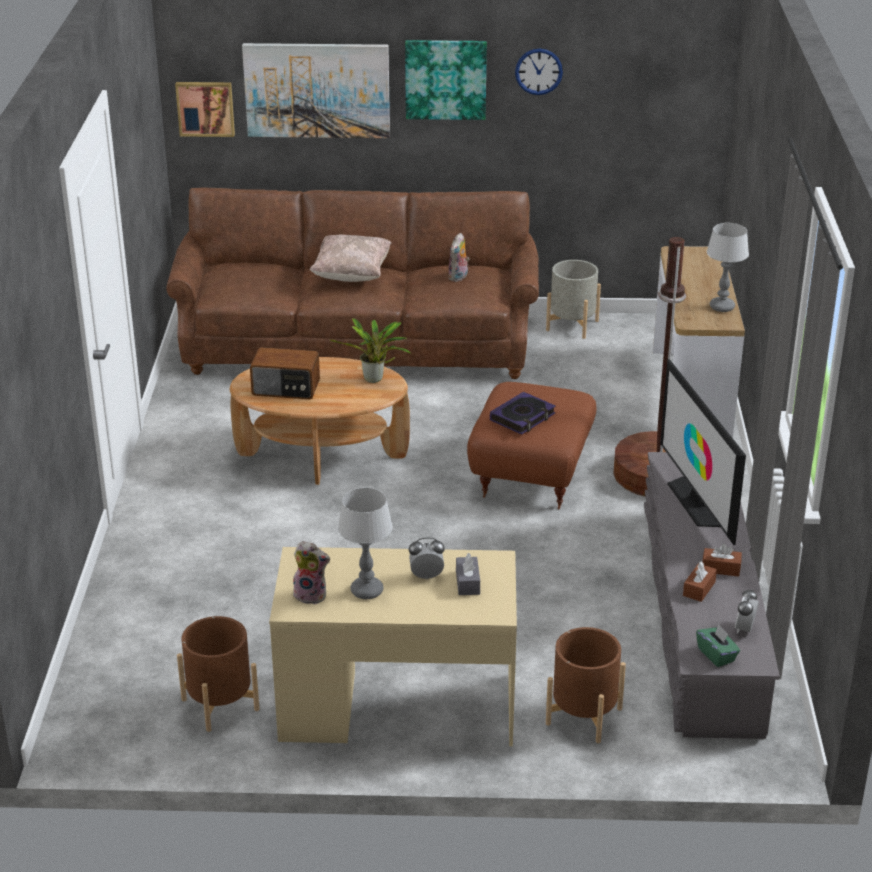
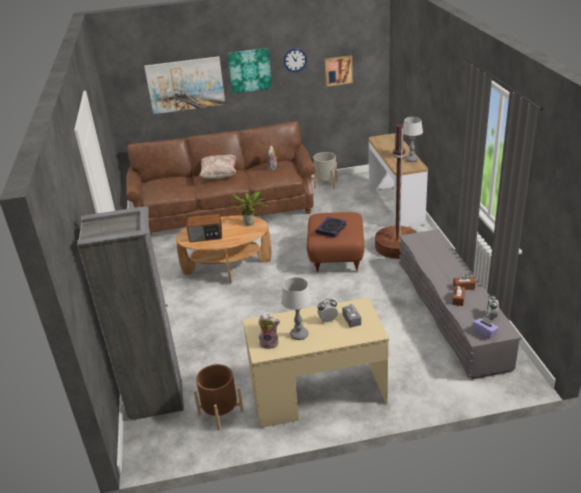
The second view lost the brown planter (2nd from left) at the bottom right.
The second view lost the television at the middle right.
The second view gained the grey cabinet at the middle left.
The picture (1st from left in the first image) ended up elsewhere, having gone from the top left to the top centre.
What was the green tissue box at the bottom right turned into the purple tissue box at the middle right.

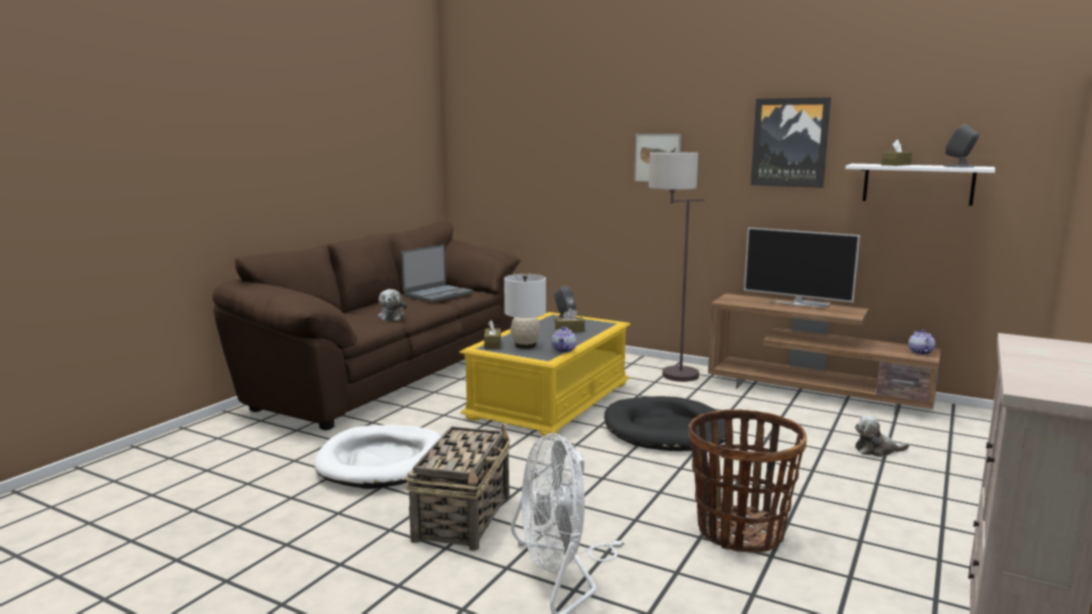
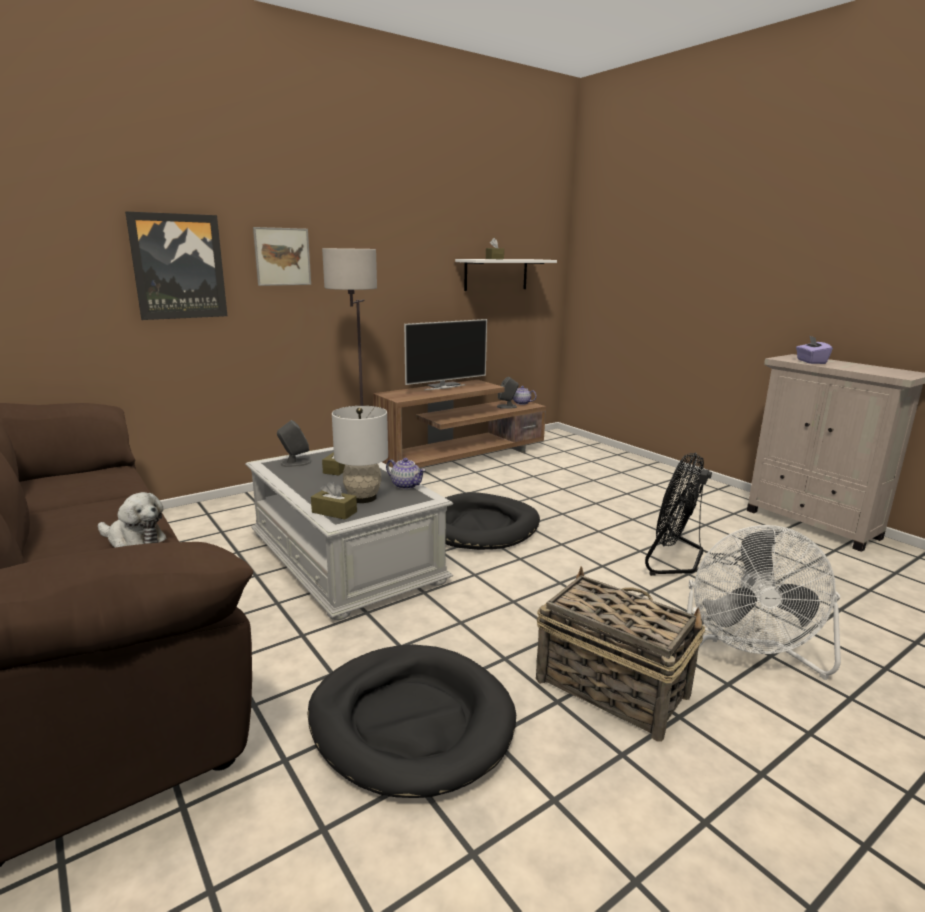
The second view lost the laptop at the centre.
The second view lost the plush toy (2nd from left) at the bottom right.
The second view gained the purple tissue box at the middle right.
The picture (2nd from left in the first image) ended up elsewhere, having gone from the top right to the top left.
The grey speaker (2nd from left) ended up elsewhere, having gone from the top right to the centre.
Where the basket (2nd from left) stood at the bottom right, the black fan came to stand at the middle right.
What was the white dog bed at the bottom centre turned into the black dog bed (1st from left) at the bottom centre.
What was the yellow coffee table at the centre turned into the white coffee table at the centre.

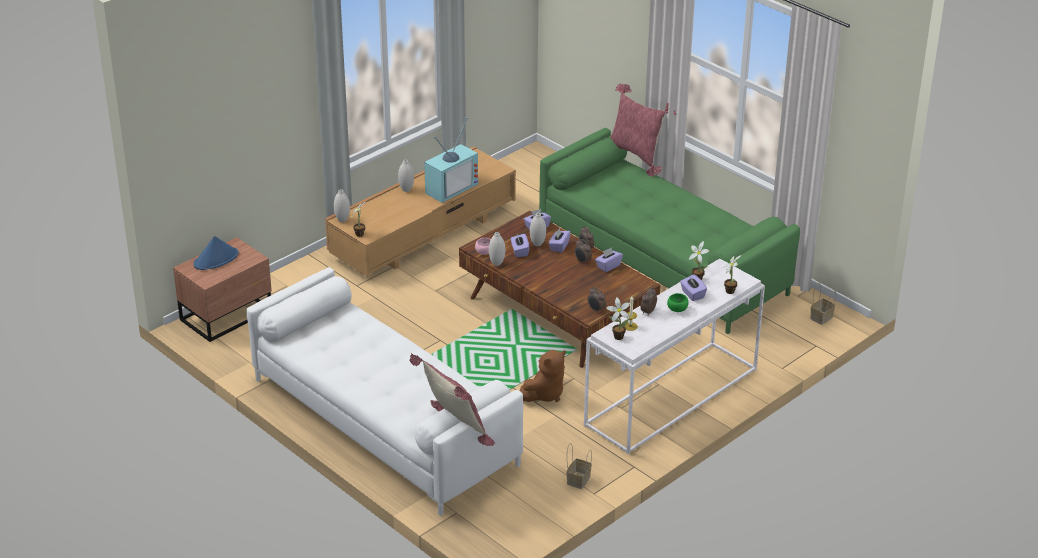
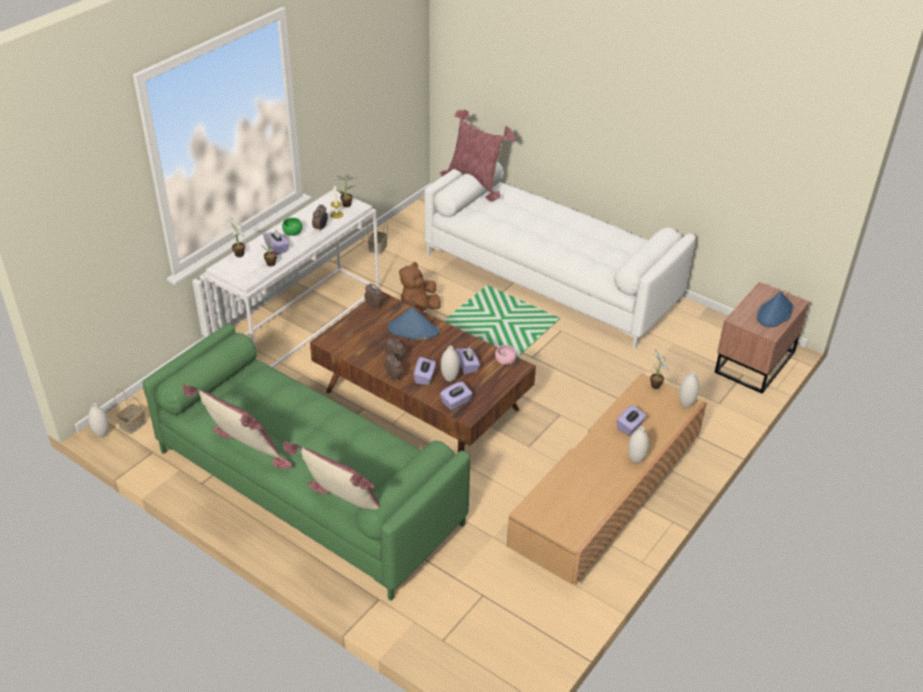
The second view lost the television at the top centre.
The second view gained the red pillow (1st from left) at the middle left.
The second view gained the blue hat (1st from left) at the centre.
The white vase (3rd from left in the first image) ended up elsewhere, having gone from the centre to the middle left.
The purple tissue box (4th from left in the first image) ended up elsewhere, having gone from the centre to the middle right.

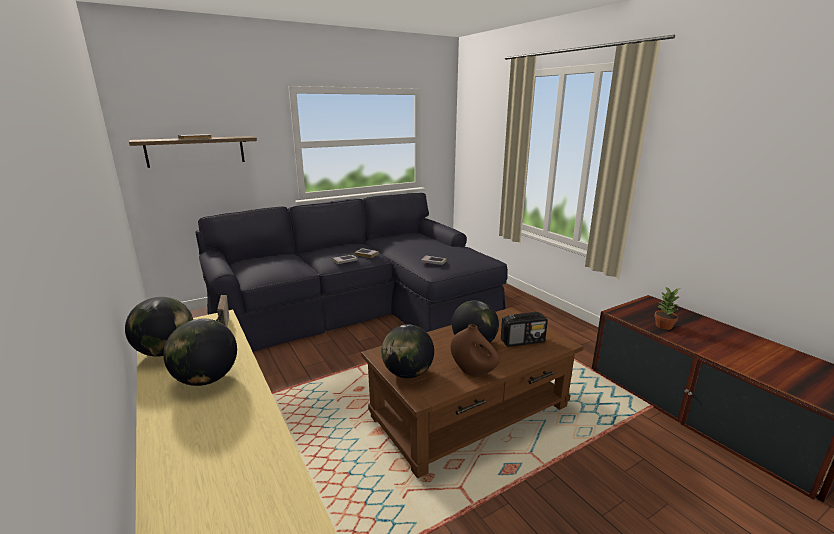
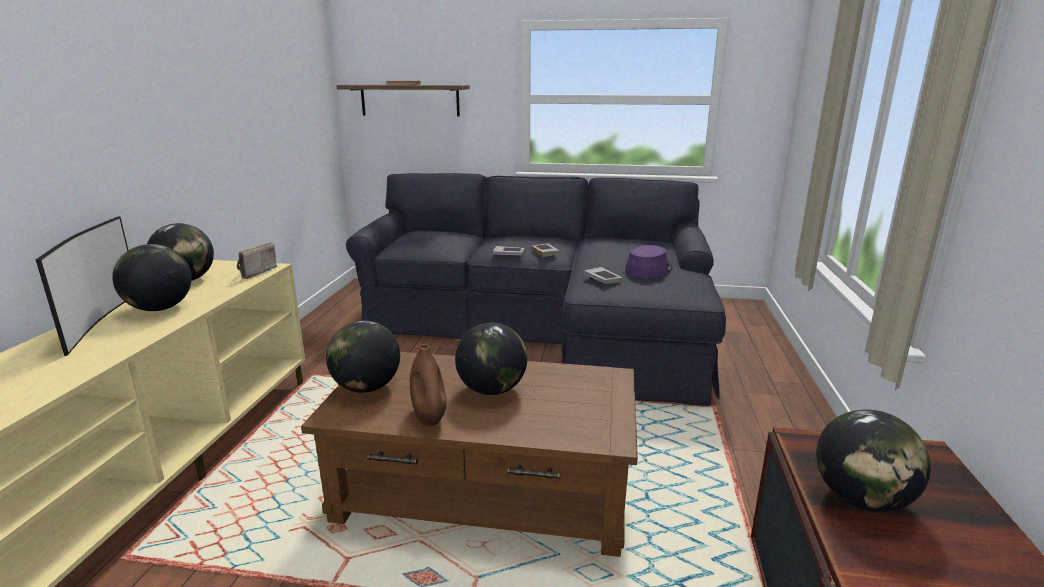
The second view lost the radio (2nd from left) at the centre.
The second view gained the television at the middle left.
The second view gained the purple hat at the centre.
Where the potted plant stood at the middle right, the globe (5th from left) came to stand at the bottom right.

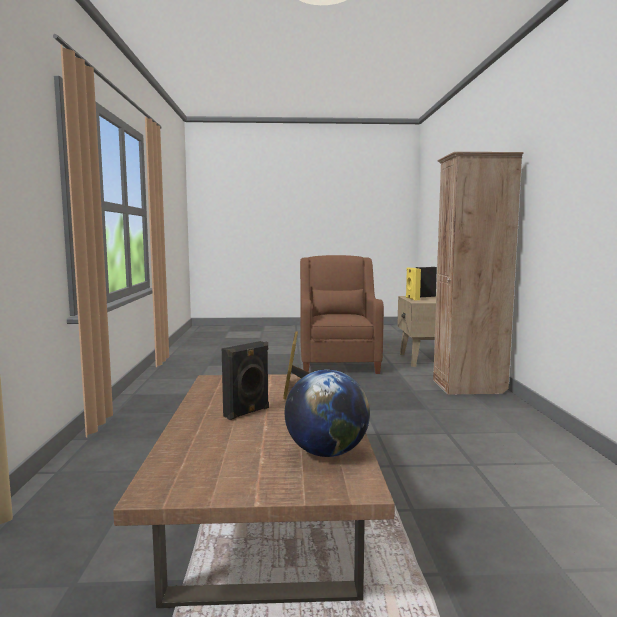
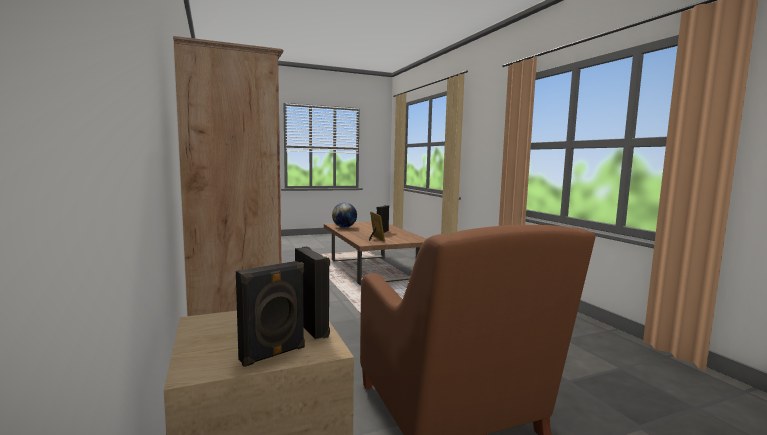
What was the yellow speaker at the middle right turned into the black speaker (2nd from left) at the bottom centre.

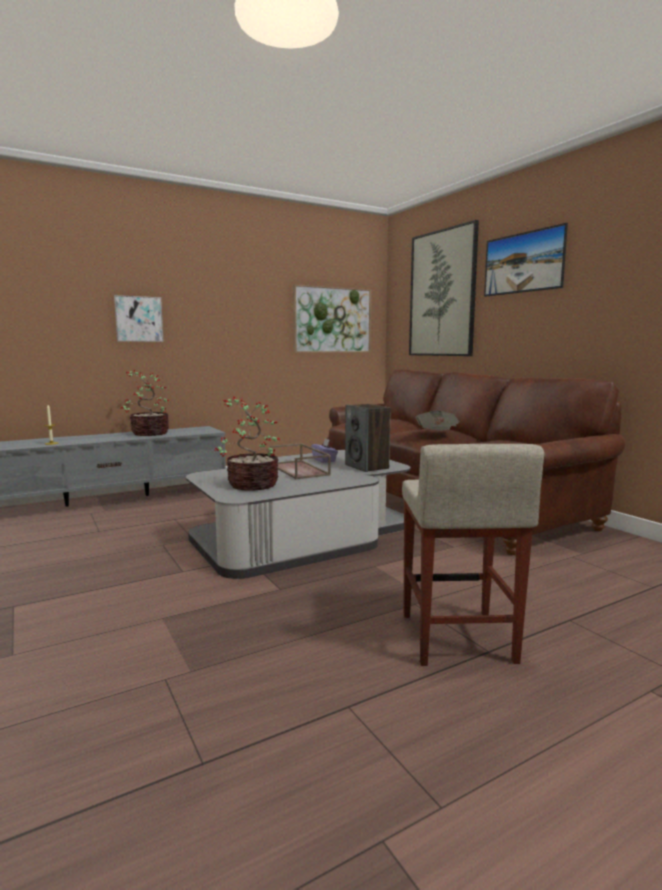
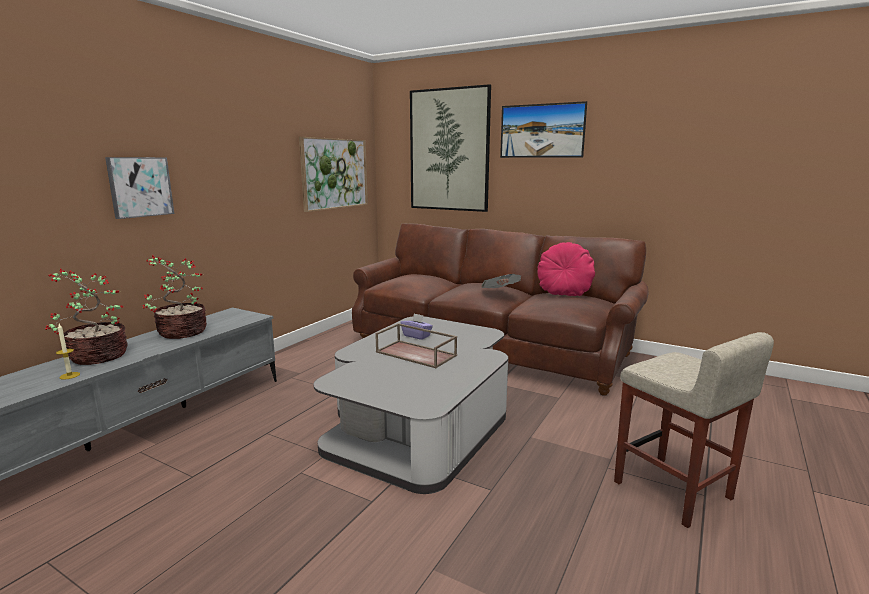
The second view lost the speaker at the centre.
The second view gained the pink pillow at the centre.
The potted plant (2nd from left in the first image) ended up elsewhere, having gone from the centre to the middle left.

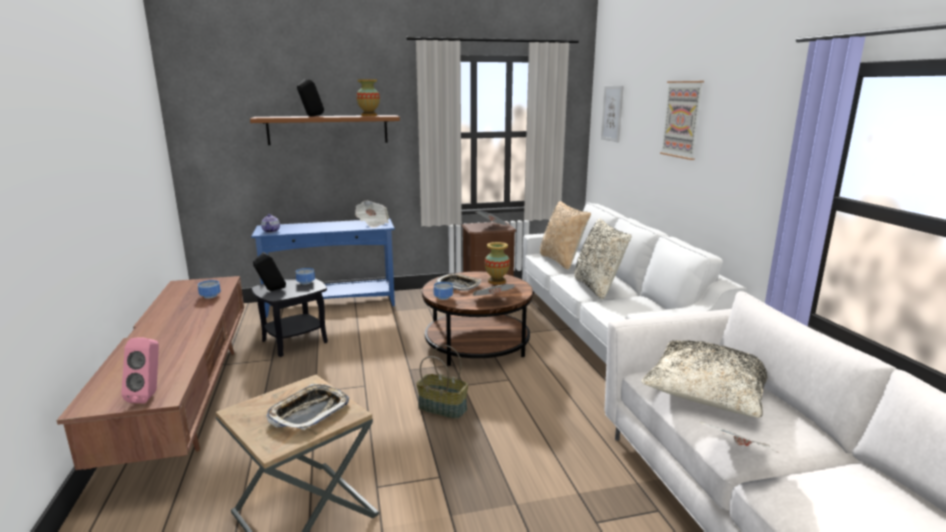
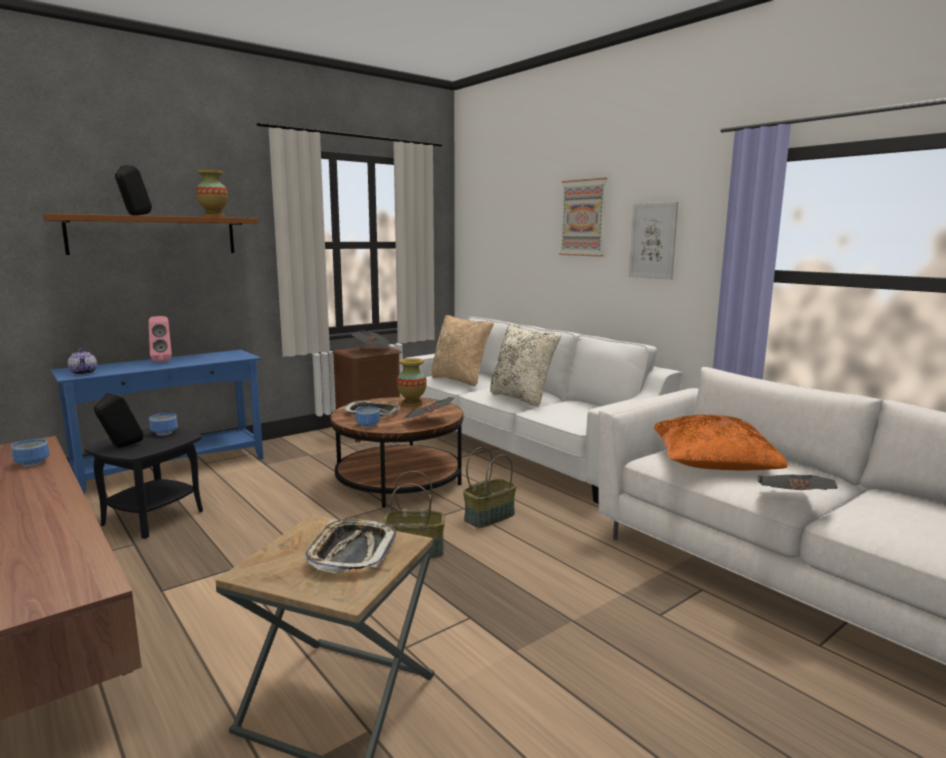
The second view lost the newspaper (1st from left) at the centre.
The second view gained the basket (2nd from left) at the centre.
The pink speaker ended up elsewhere, having gone from the bottom left to the middle left.
The picture (1st from left in the first image) ended up elsewhere, having gone from the top centre to the top right.
What was the beige pillow (3rd from left) at the bottom right turned into the orange pillow at the middle right.

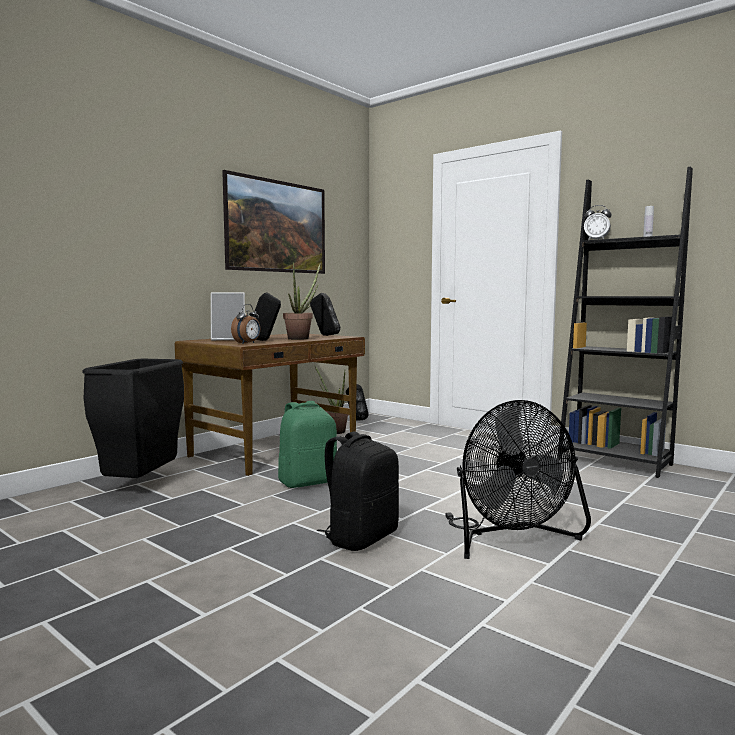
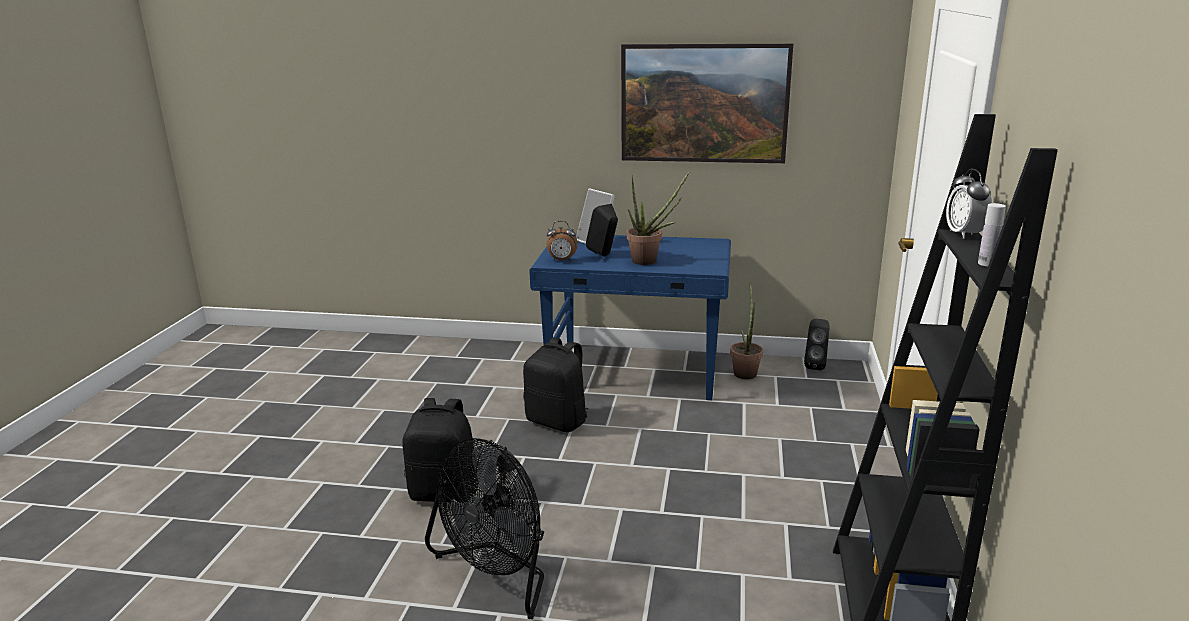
The second view lost the black trash can at the middle left.
The second view lost the black speaker (2nd from left) at the centre.
What was the brown desk at the centre turned into the blue desk at the centre.
What was the green backpack at the centre turned into the black backpack (2nd from left) at the centre.

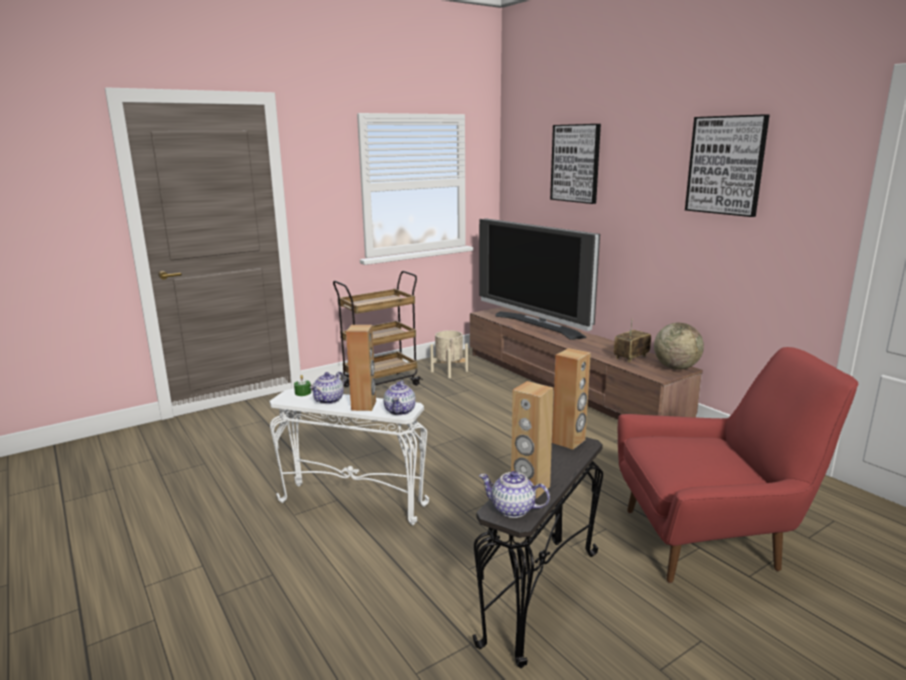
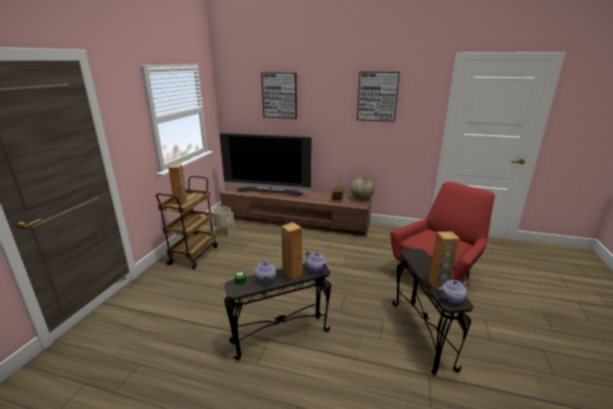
The brown speaker (3rd from left in the first image) ended up elsewhere, having gone from the centre to the middle left.
What was the white side table at the bottom centre turned into the black side table (1st from left) at the bottom centre.

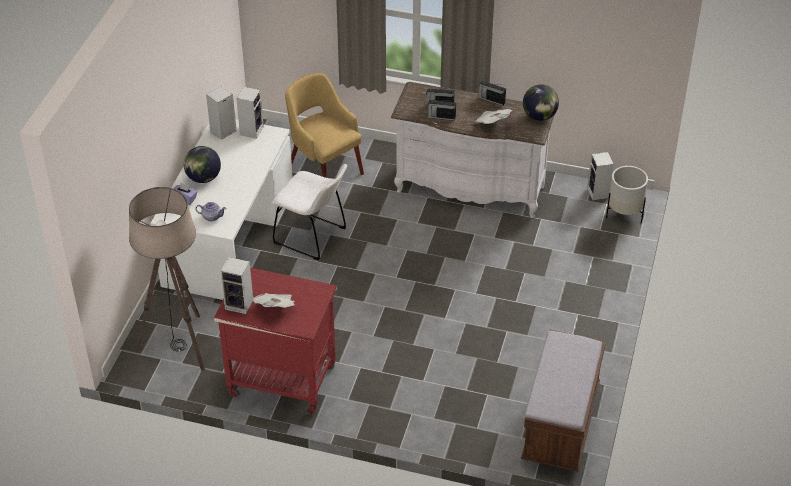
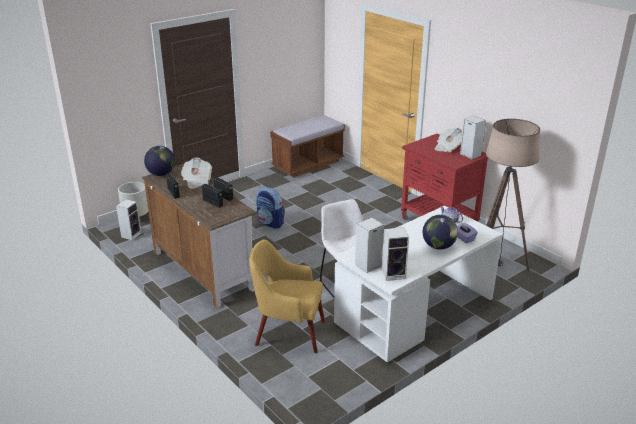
The second view gained the backpack at the centre.
The yellow armchair at the top centre ended up facing another way, 105 degrees clockwise from before.

